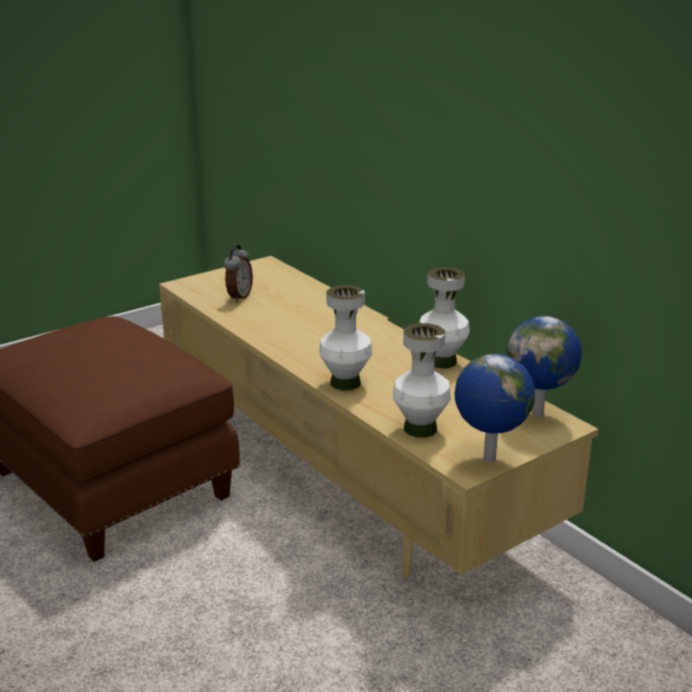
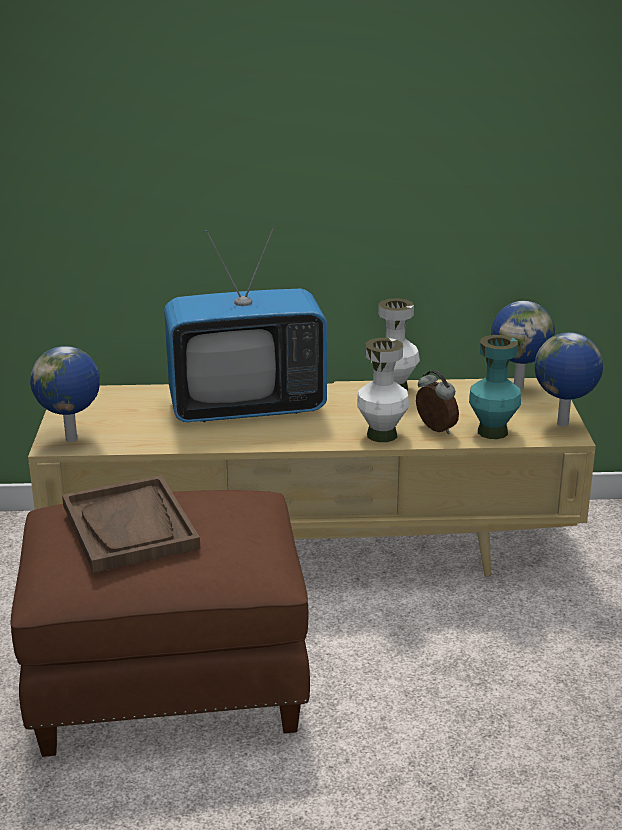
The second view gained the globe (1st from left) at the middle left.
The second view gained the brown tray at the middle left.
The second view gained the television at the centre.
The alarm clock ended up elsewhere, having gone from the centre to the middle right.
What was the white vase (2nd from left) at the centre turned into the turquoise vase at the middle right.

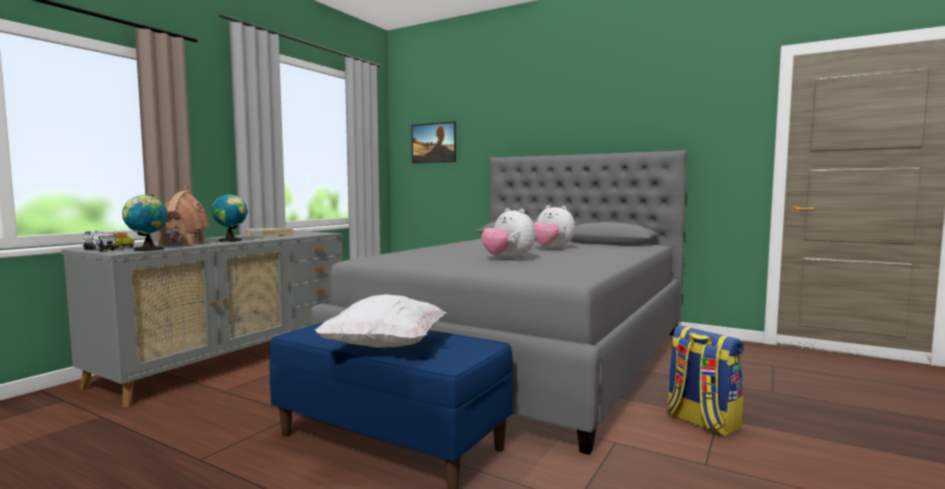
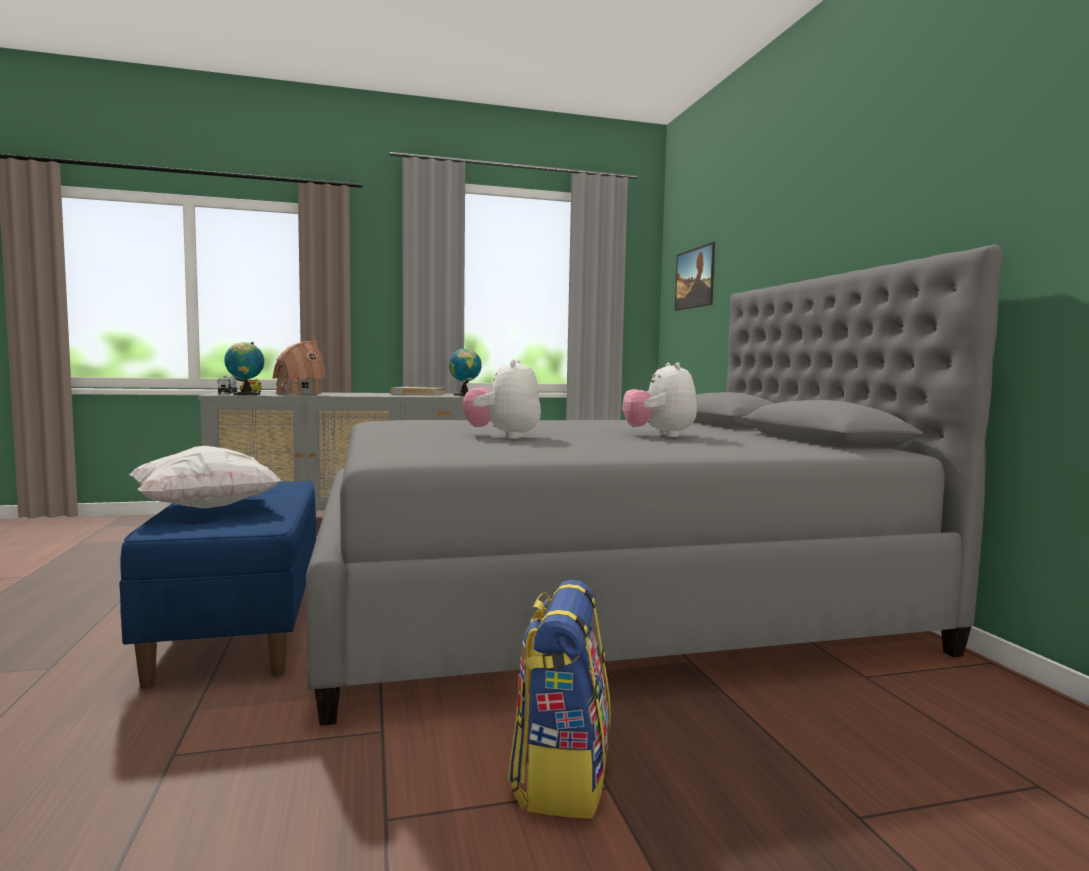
The globe (2nd from left) ended up elsewhere, having gone from the middle left to the centre.

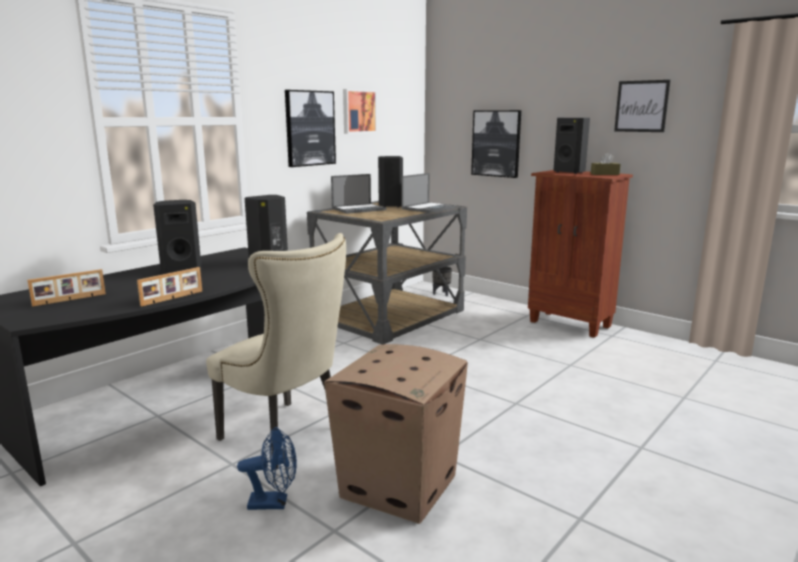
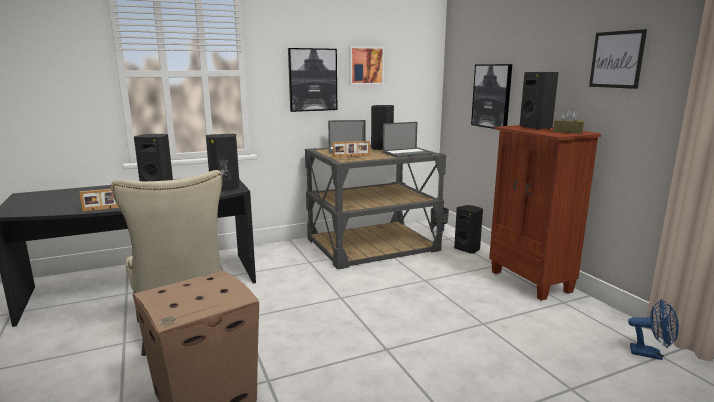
The second view gained the black speaker (4th from left) at the centre.
The picture frame (1st from left in the first image) ended up elsewhere, having gone from the middle left to the centre.
The blue fan ended up elsewhere, having gone from the bottom centre to the bottom right.

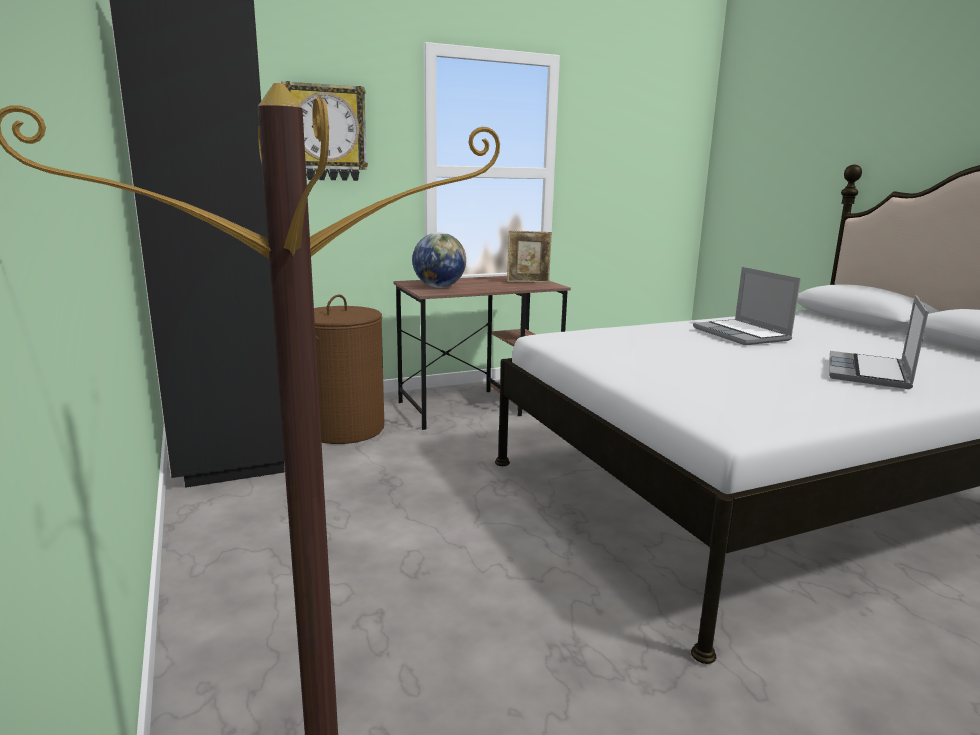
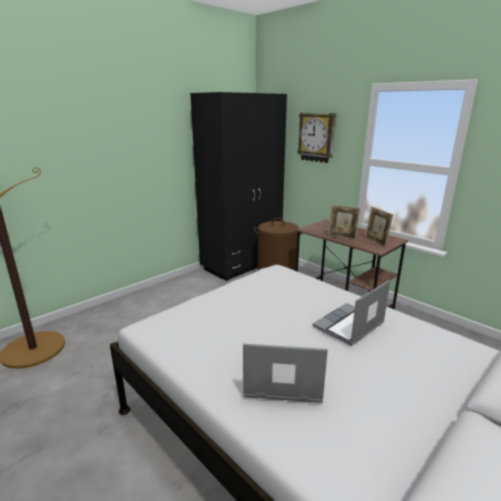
The second view lost the globe at the centre.
The second view gained the picture frame (1st from left) at the middle right.

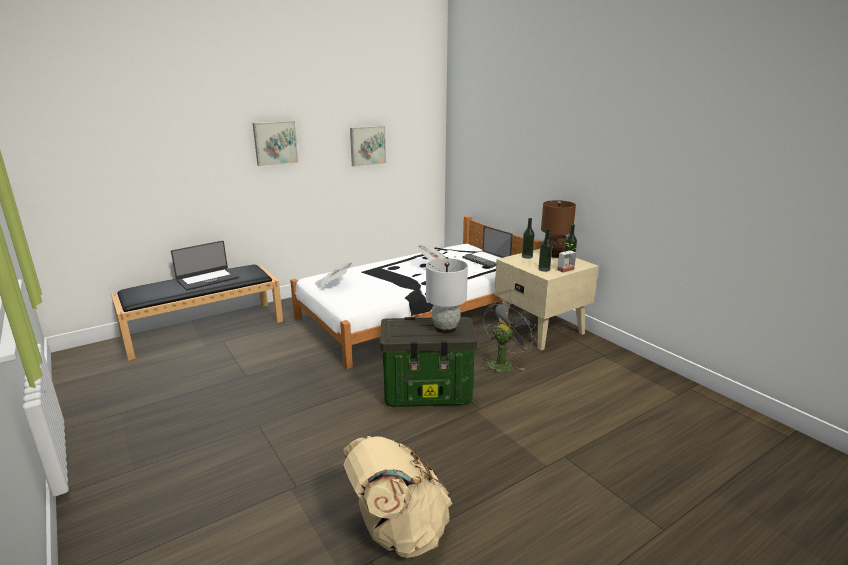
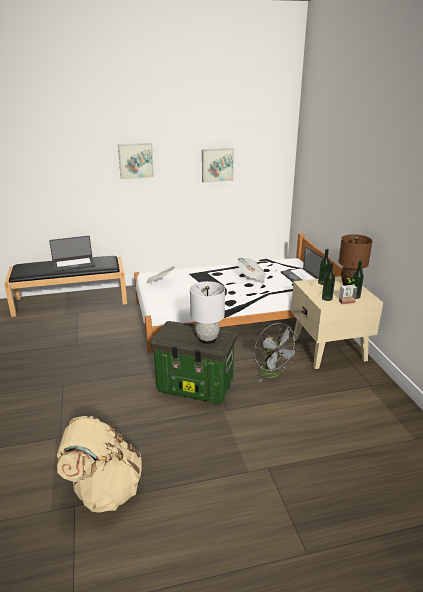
The grey fan at the centre ended up facing another way, 90 degrees clockwise from before.

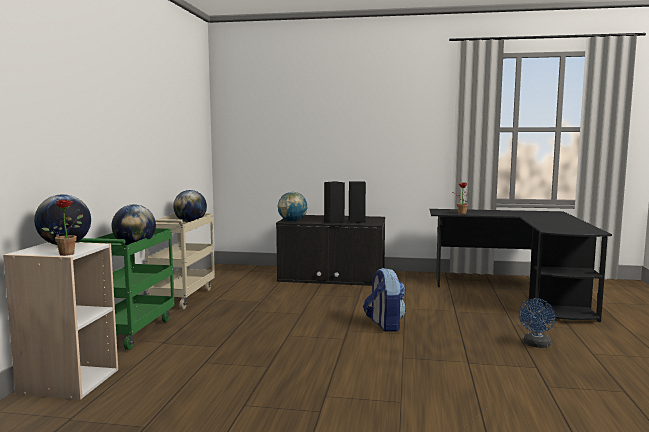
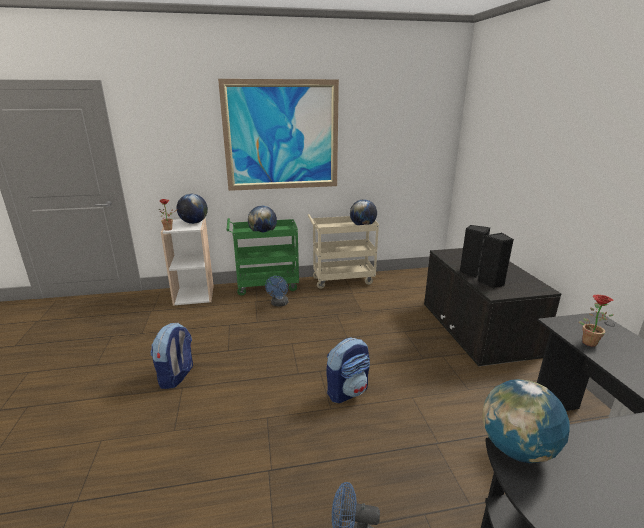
The second view gained the backpack (1st from left) at the bottom left.
The second view gained the picture at the top centre.
The second view gained the blue fan (1st from left) at the centre.
The globe (4th from left) ended up elsewhere, having gone from the centre to the bottom right.

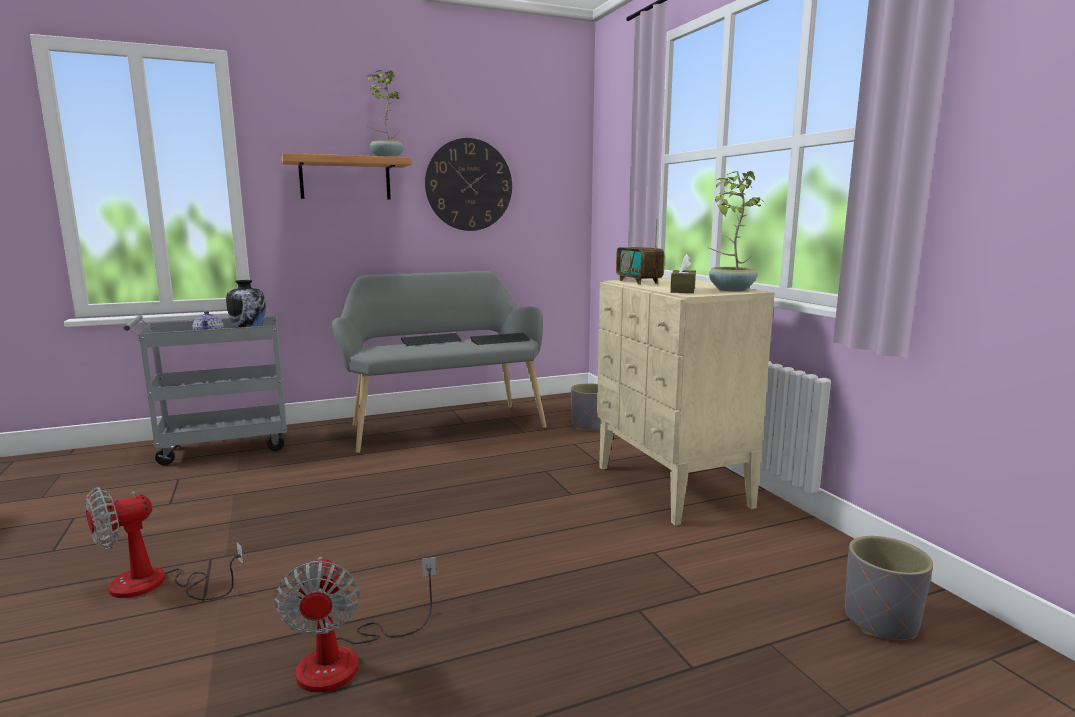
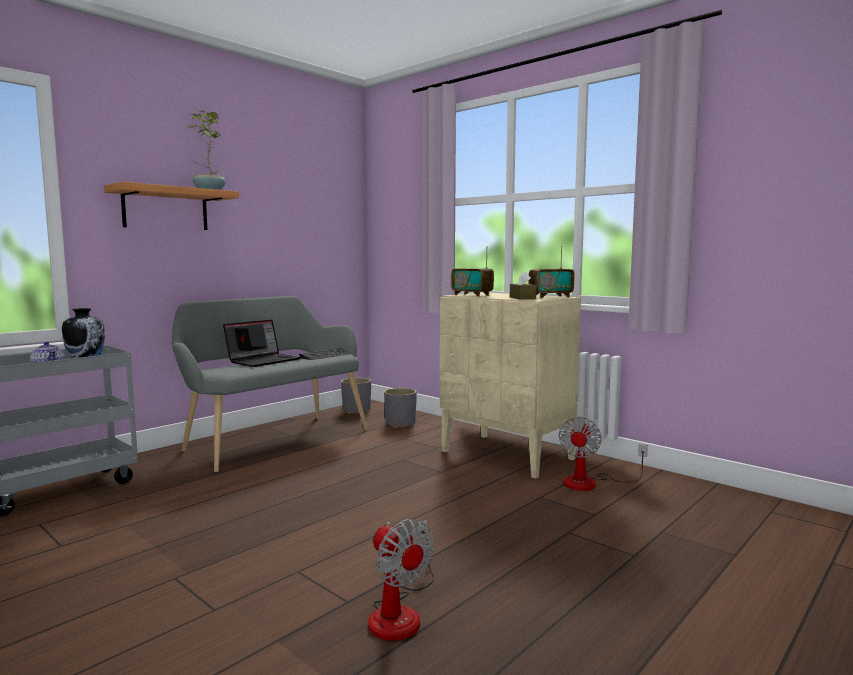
The second view lost the wall clock at the top centre.
The fan (1st from left in the first image) ended up elsewhere, having gone from the bottom left to the bottom right.
The grey planter (2nd from left in the first image) ended up elsewhere, having gone from the bottom right to the centre.
Where the keyboard (1st from left) stood at the centre, the laptop came to stand at the middle left.
Where the potted plant (2nd from left) stood at the top right, the radio (2nd from left) came to stand at the centre.

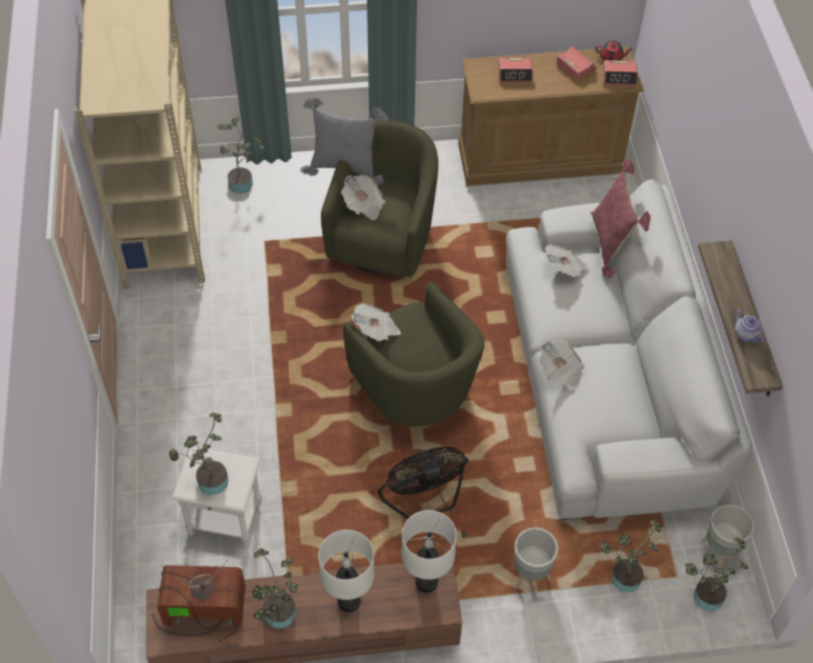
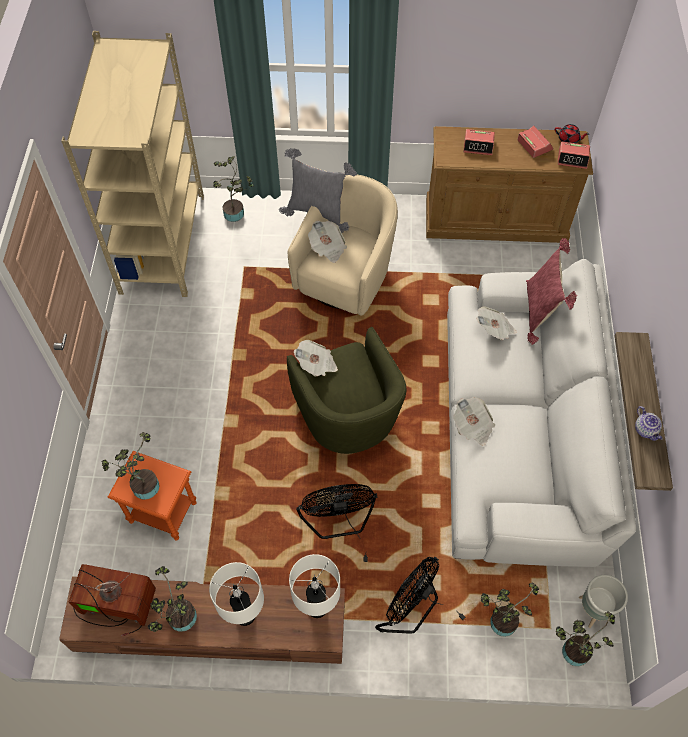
Where the grey planter (1st from left) stood at the bottom centre, the black fan (2nd from left) came to stand at the bottom centre.
What was the white side table at the bottom left turned into the orange side table at the bottom left.
What was the green armchair (1st from left) at the top centre turned into the beige armchair at the top centre.

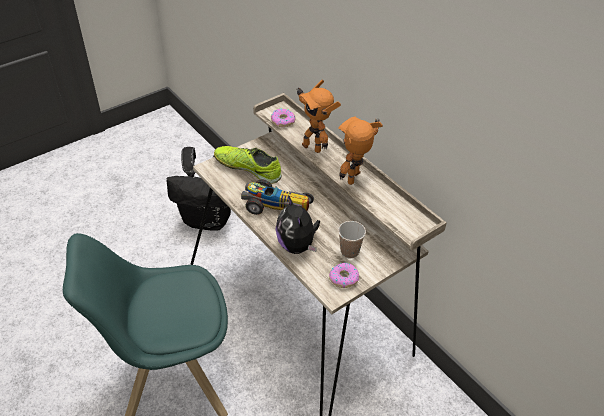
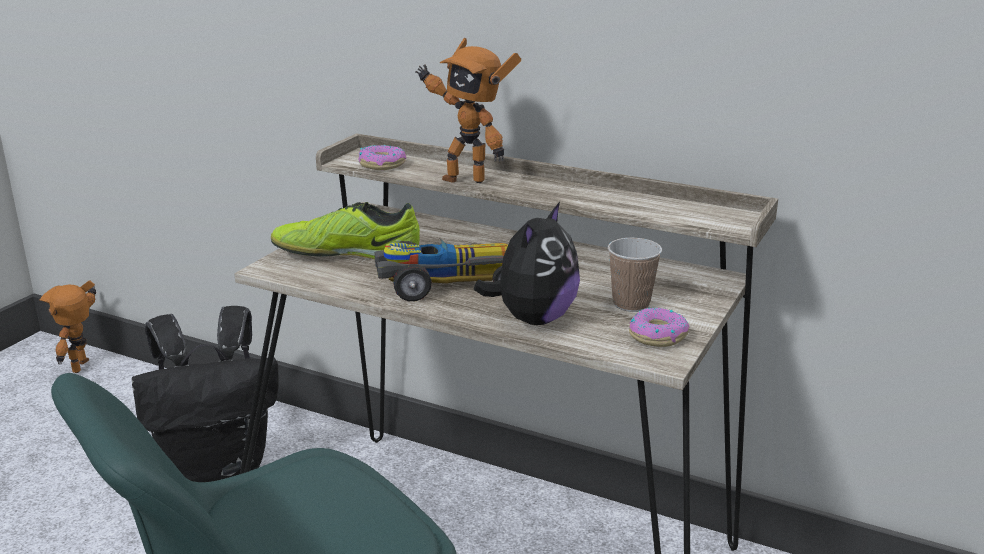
The toy robot (2nd from left in the first image) ended up elsewhere, having gone from the centre to the middle left.
The plush toy at the centre ended up facing another way, 105 degrees counterclockwise from before.

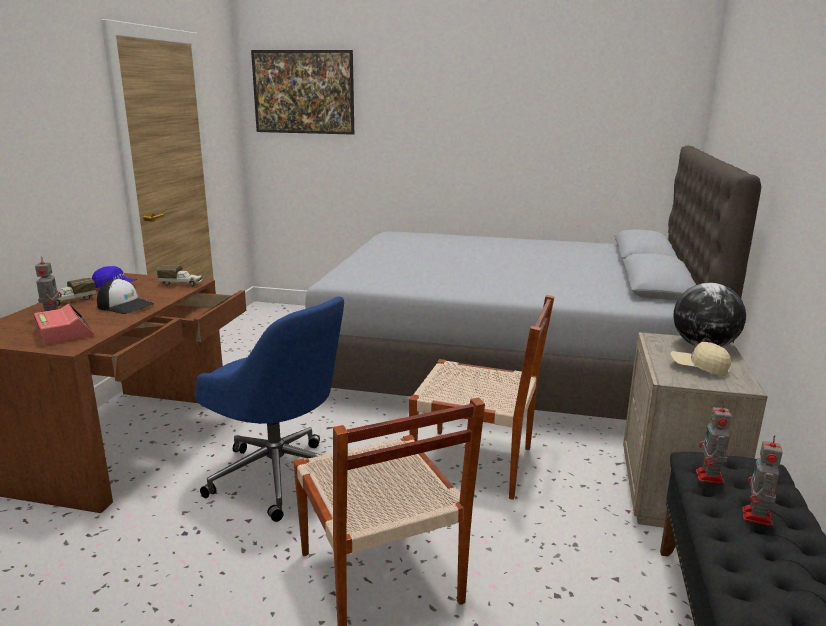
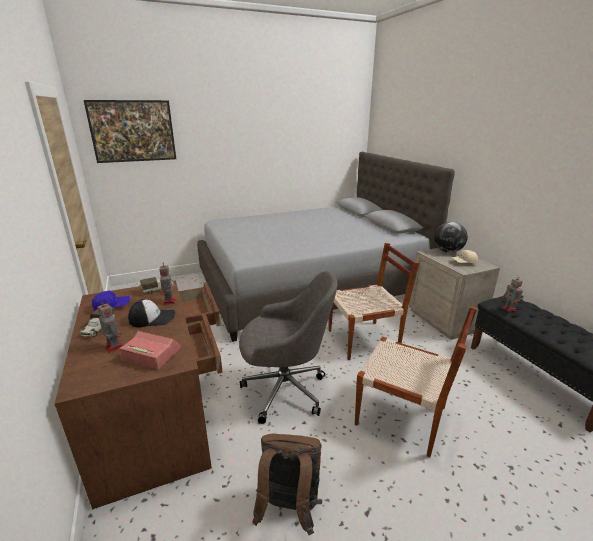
The second view gained the brown backpack at the bottom centre.
The toy robot (3rd from left in the first image) ended up elsewhere, having gone from the bottom right to the middle left.
What was the blue office chair at the middle left turned into the grey office chair at the centre.

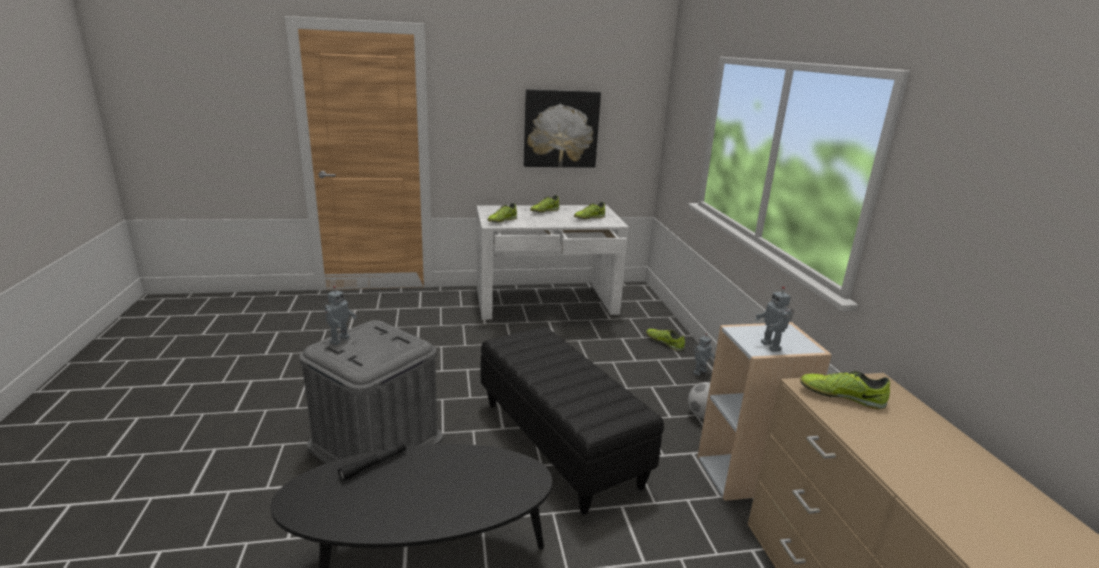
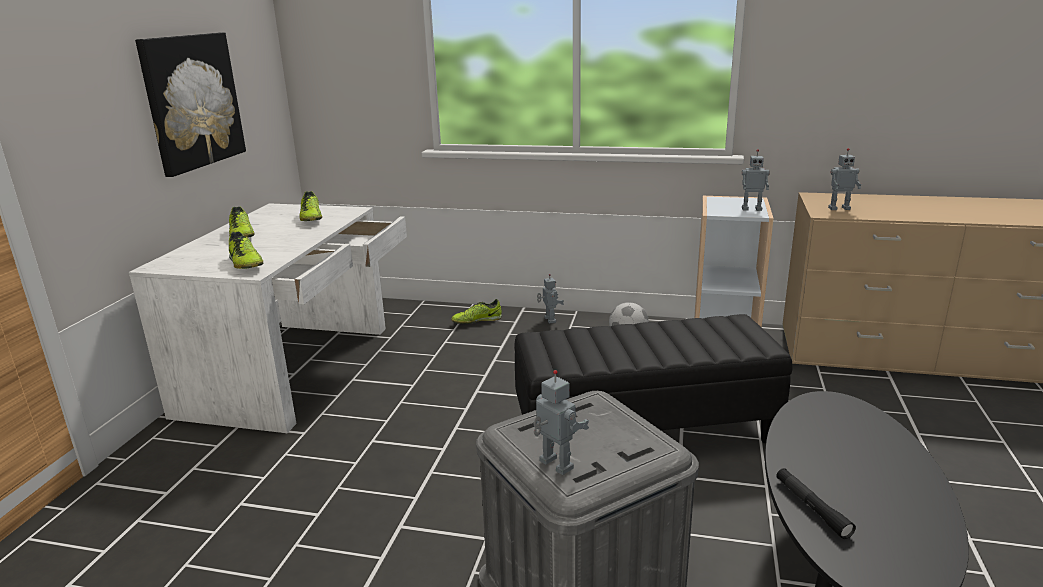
Where the shoe (5th from left) stood at the bottom right, the toy robot (4th from left) came to stand at the top right.

